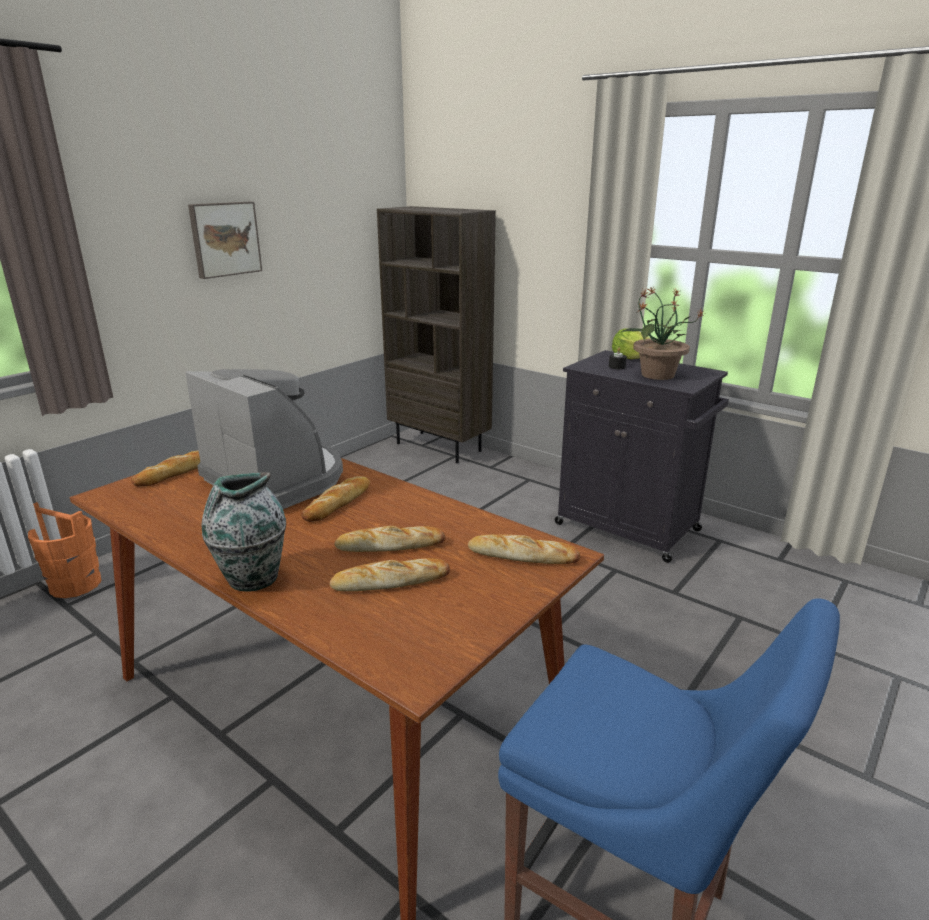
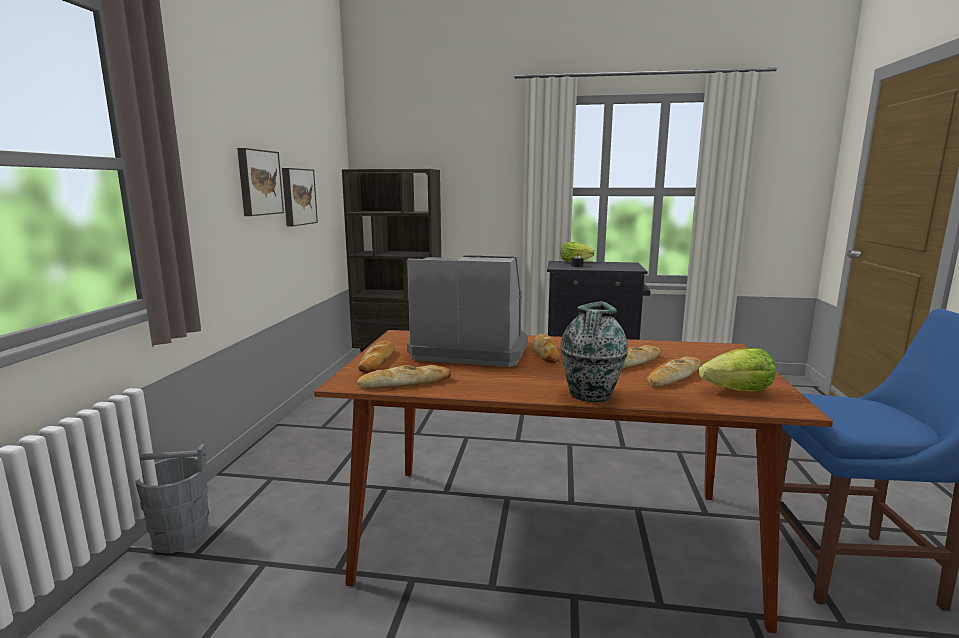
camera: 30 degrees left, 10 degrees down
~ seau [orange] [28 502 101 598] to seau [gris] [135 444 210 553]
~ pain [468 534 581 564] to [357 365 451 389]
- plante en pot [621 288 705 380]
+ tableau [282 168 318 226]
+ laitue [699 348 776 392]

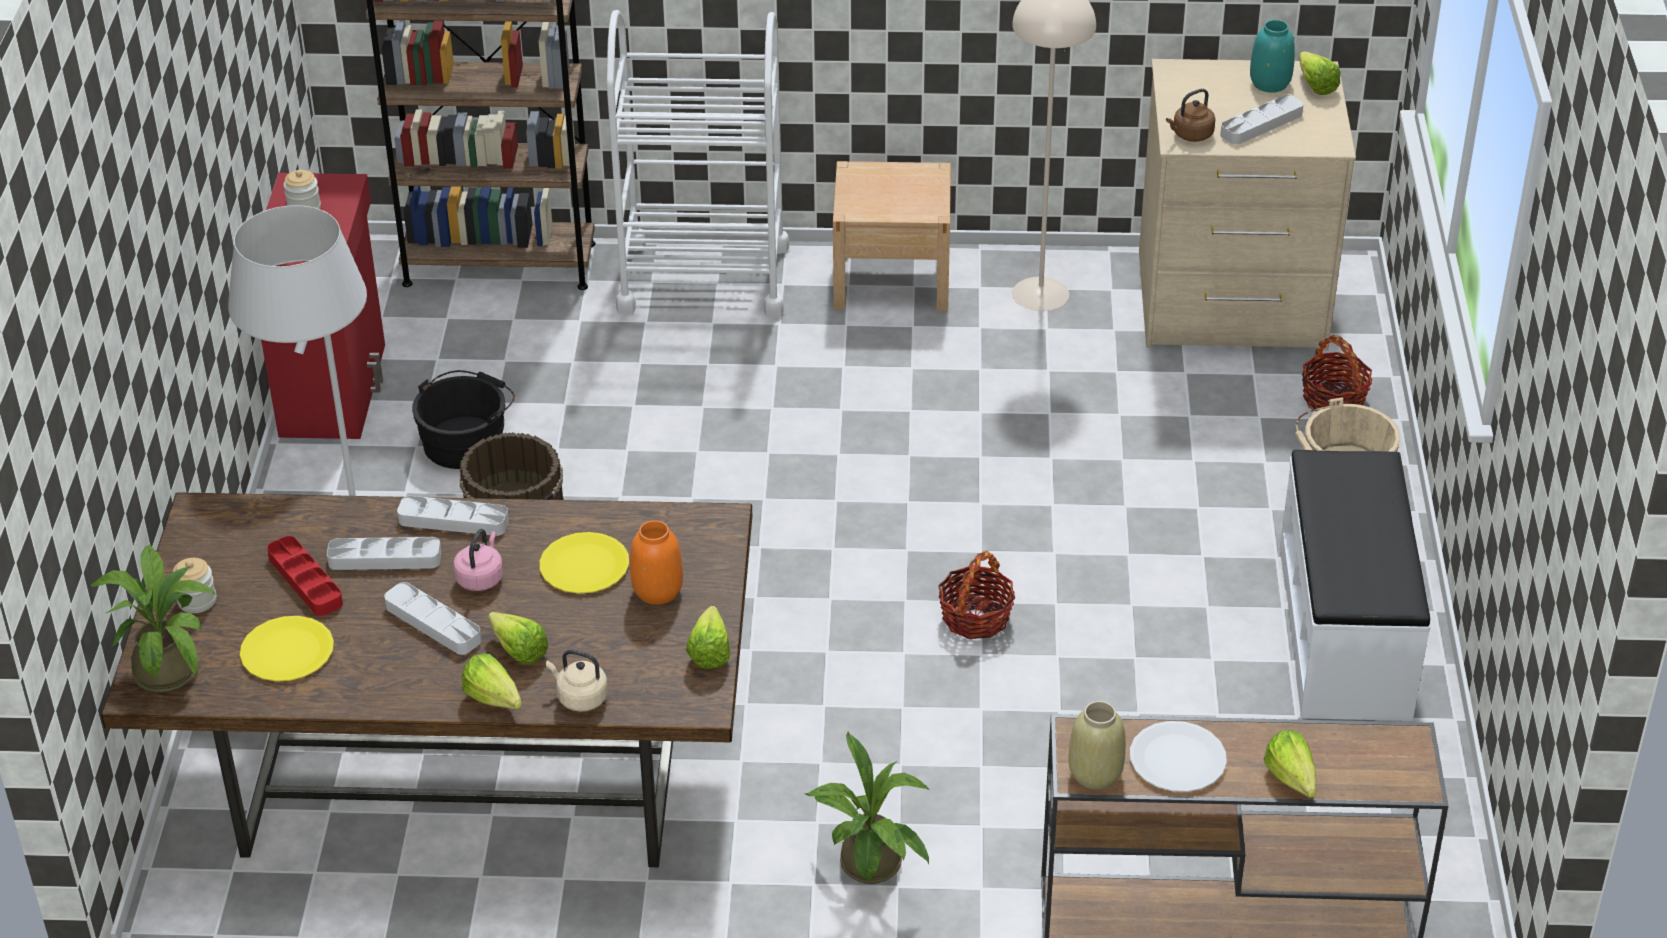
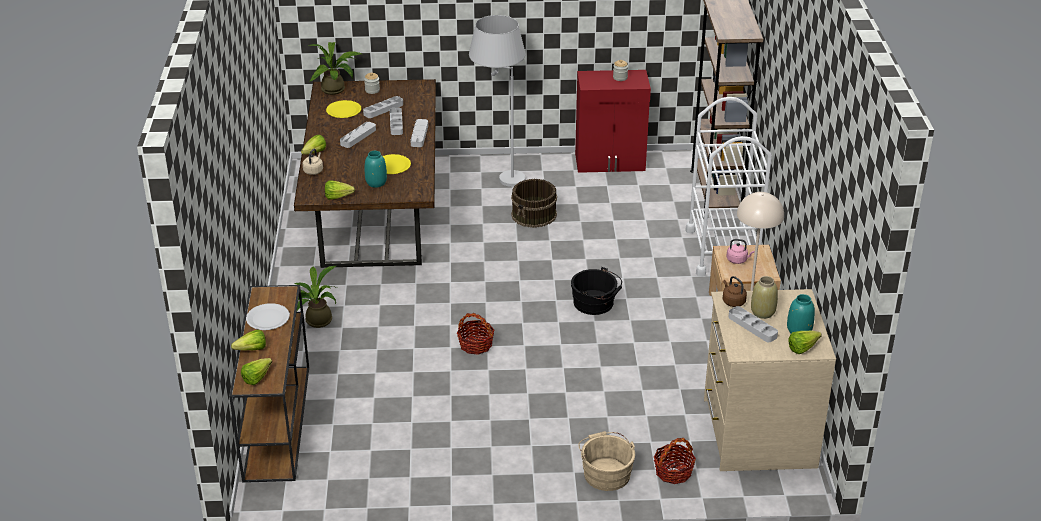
camera: 85 degrees right, 5 degrees down
~ plateau [rouge] [267 536 343 616] to plateau [gris] [363 96 403 118]
~ seau [noir] [412 370 515 469] to [571 267 622 315]
~ bouilloire [rose] [453 529 503 591] to [727 239 754 264]
~ laitue [488 612 548 664] to [241 358 272 385]
~ vase [orange] [630 520 683 605] to vase [turquoise] [365 151 387 188]
~ vase [beige] [1069 701 1126 789] to [751 276 778 319]
- banc [blanc] [1279 450 1430 721]

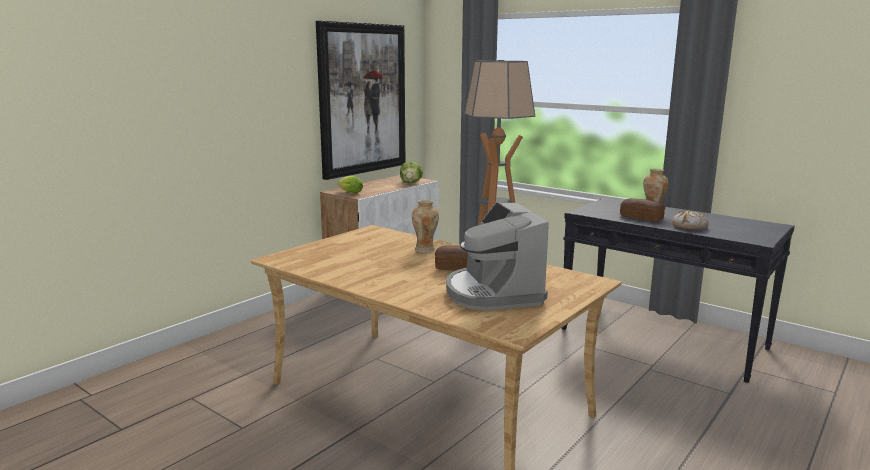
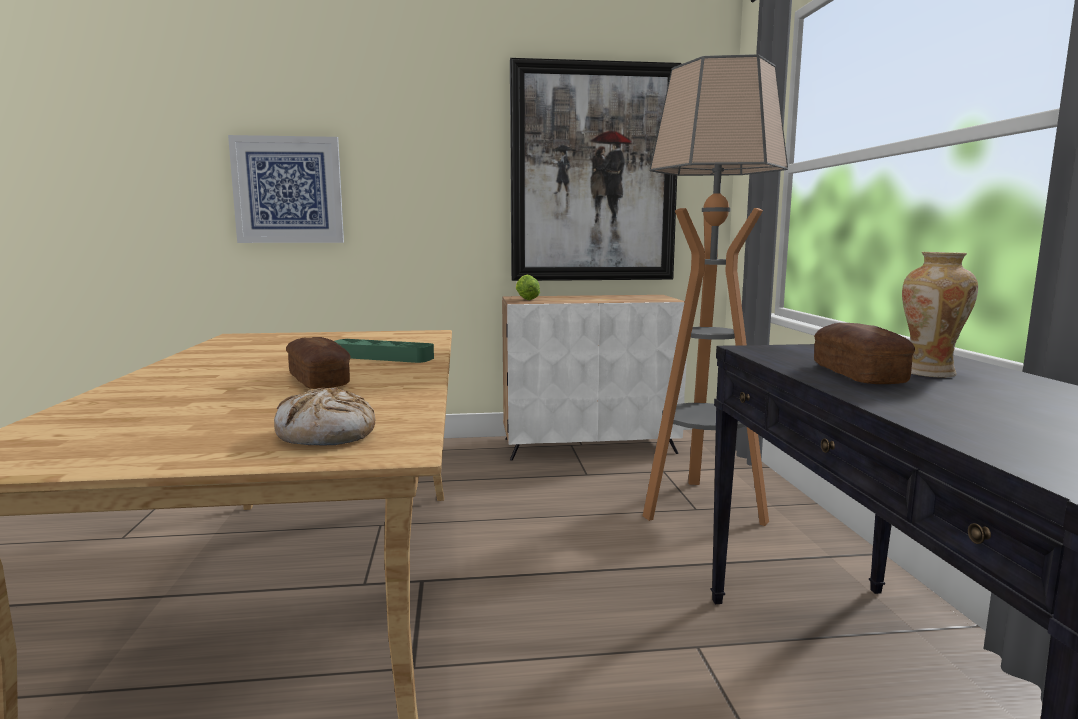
camera: 45 degrees right, 5 degrees down
- laitue [400 162 423 183]
~ vase [412 199 439 253] to plateau [vert] [334 339 434 363]
- machine à café [446 202 549 311]
~ pain [672 210 709 230] to [274 387 375 446]
+ tableau [228 135 344 243]

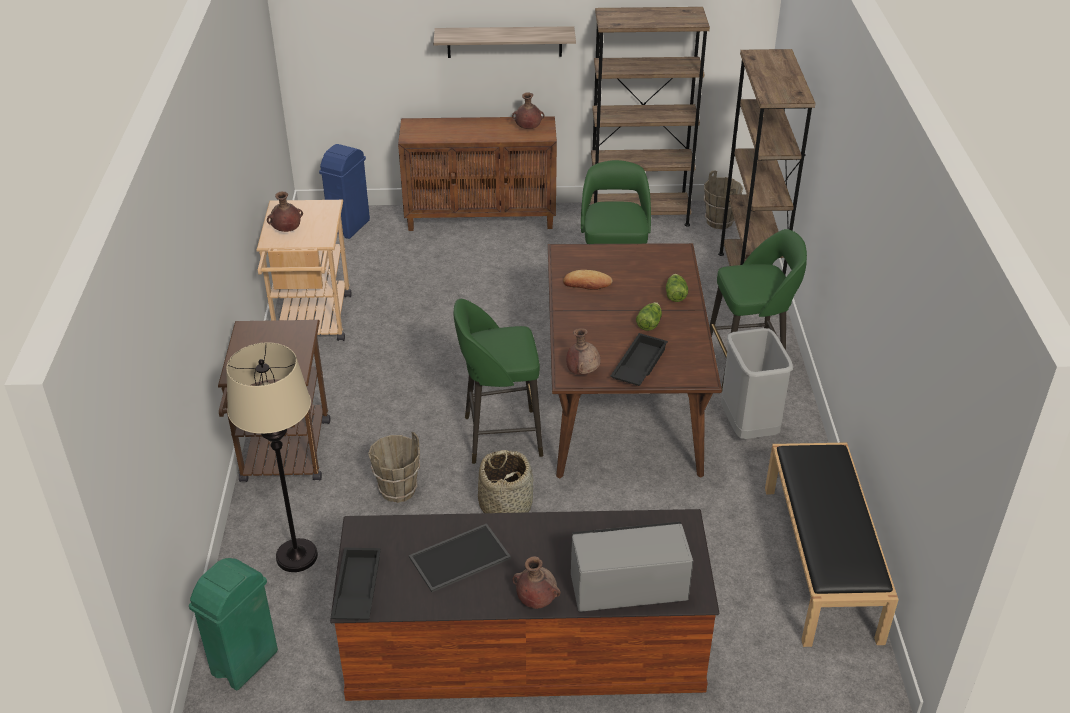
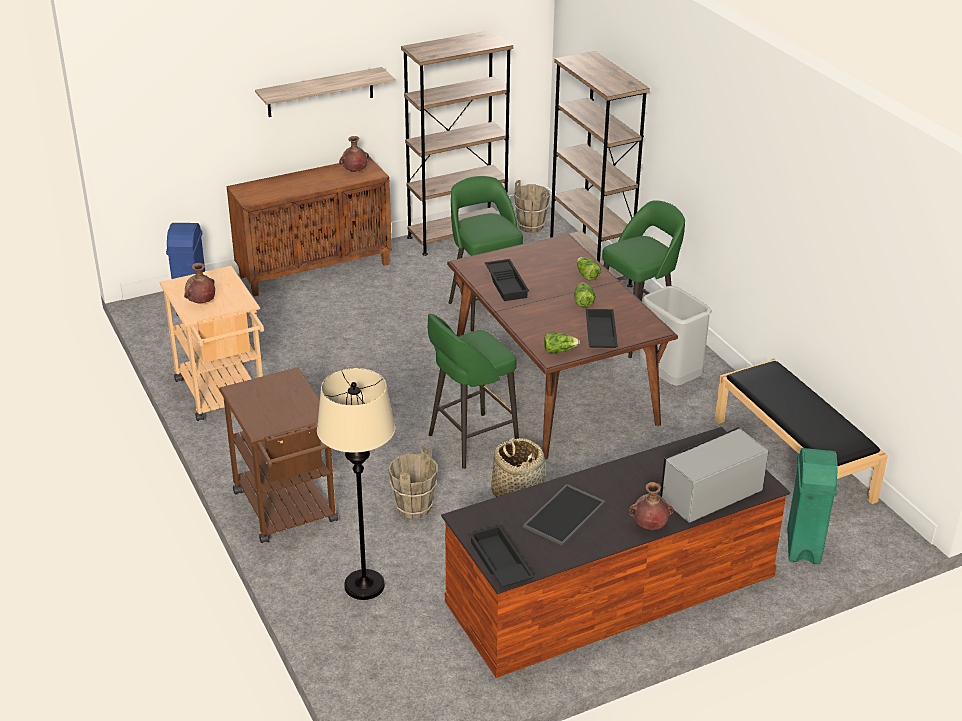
camera: 25 degrees left, 5 degrees down
~ poubelle [vert] [189 558 278 691] to [787 448 838 564]
~ pain [563 270 613 290] to plateau [noir] [485 259 529 301]
~ vase [marron] [566 328 601 375] to laitue [544 333 580 353]

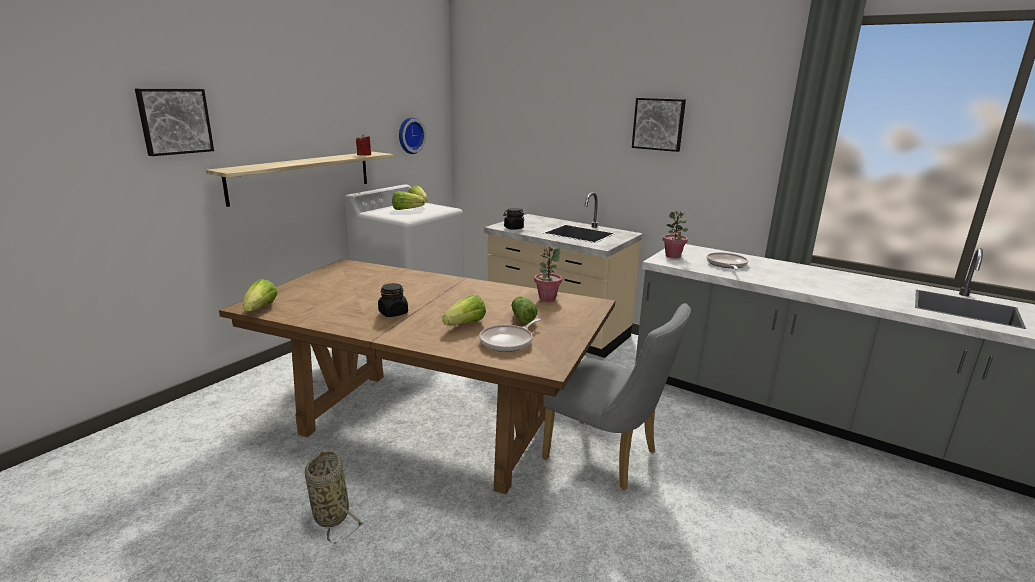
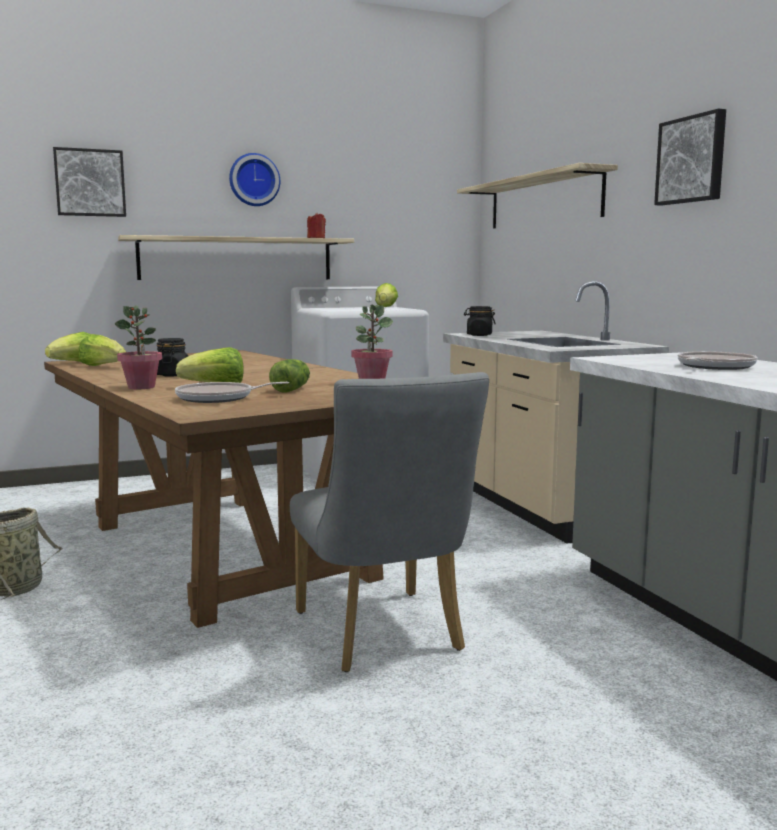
camera: 35 degrees right, 10 degrees down
~ laitue [392 191 425 210] to [79 334 126 366]
~ horloge murale [399 117 426 154] to [229 153 280 206]
~ plante en pot [663 211 688 258] to [115 305 162 389]
+ étagère [457 163 618 228]

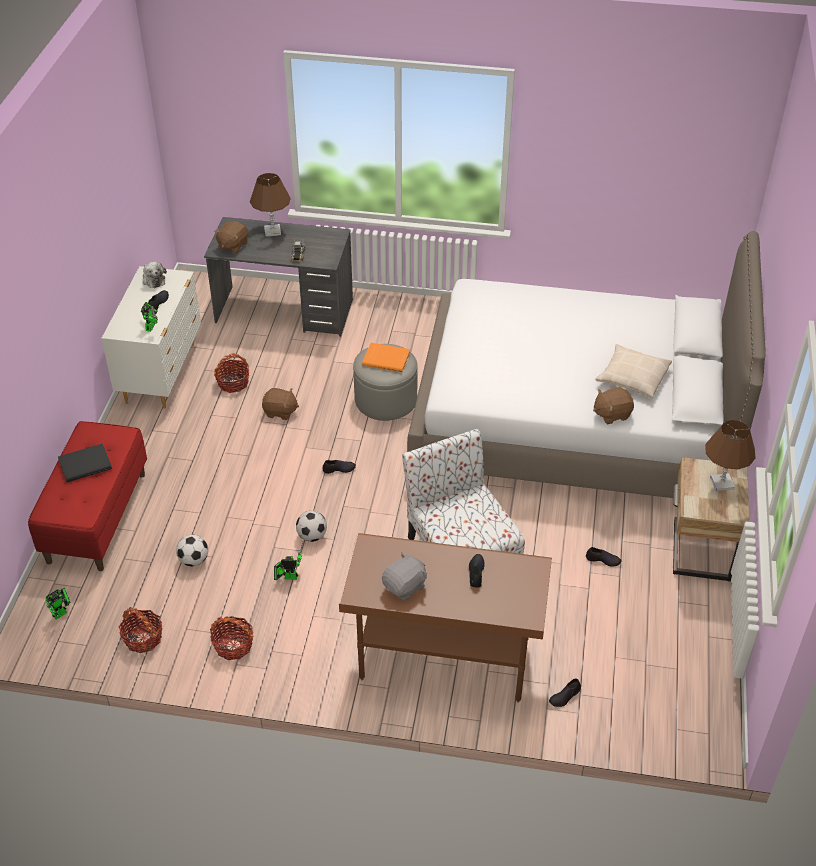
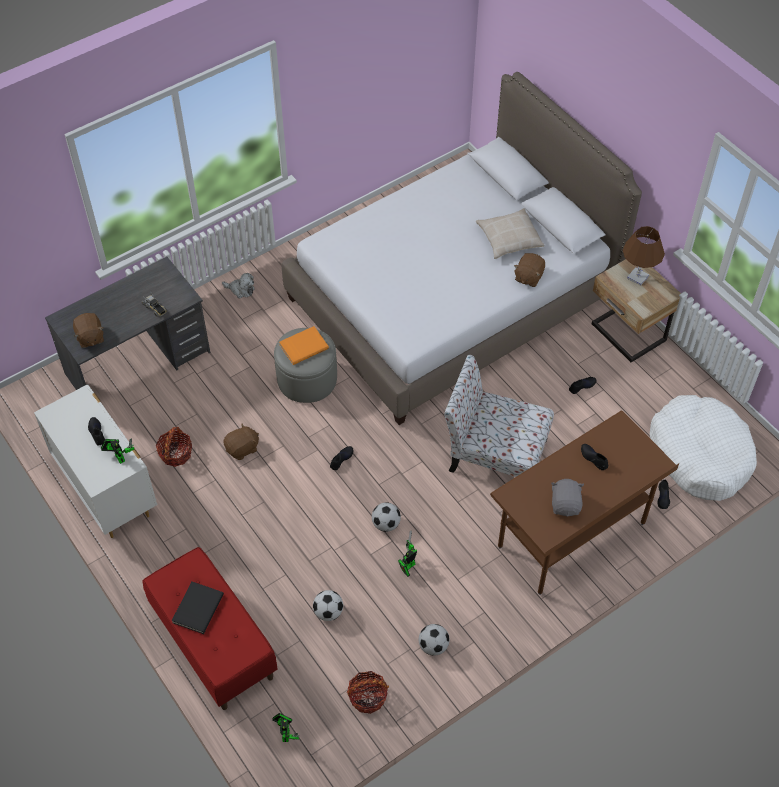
camera: 45 degrees left, 10 degrees up
~ peluche [143 261 167 288] to [222 273 255 298]
~ panier [210 616 253 660] to ballon de foot [419 624 450 656]
- lampe de table [marron] [250 173 291 237]
+ panier pour chien [blanc] [650 395 757 501]

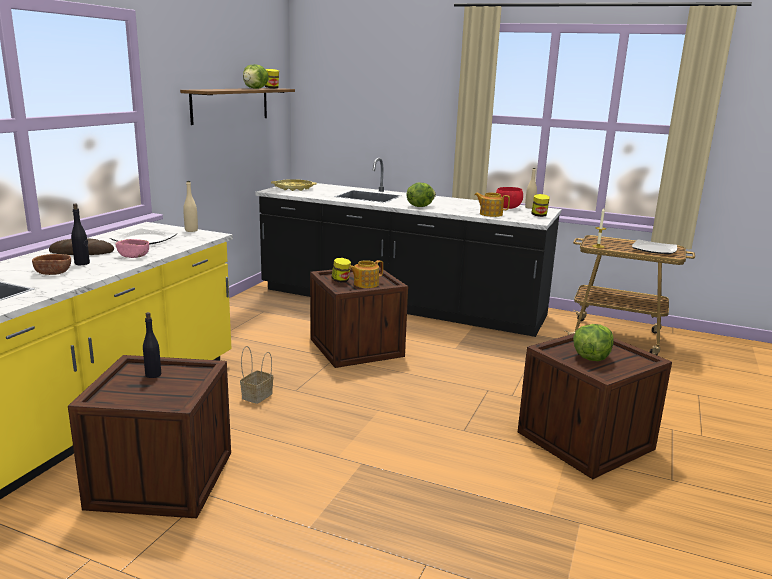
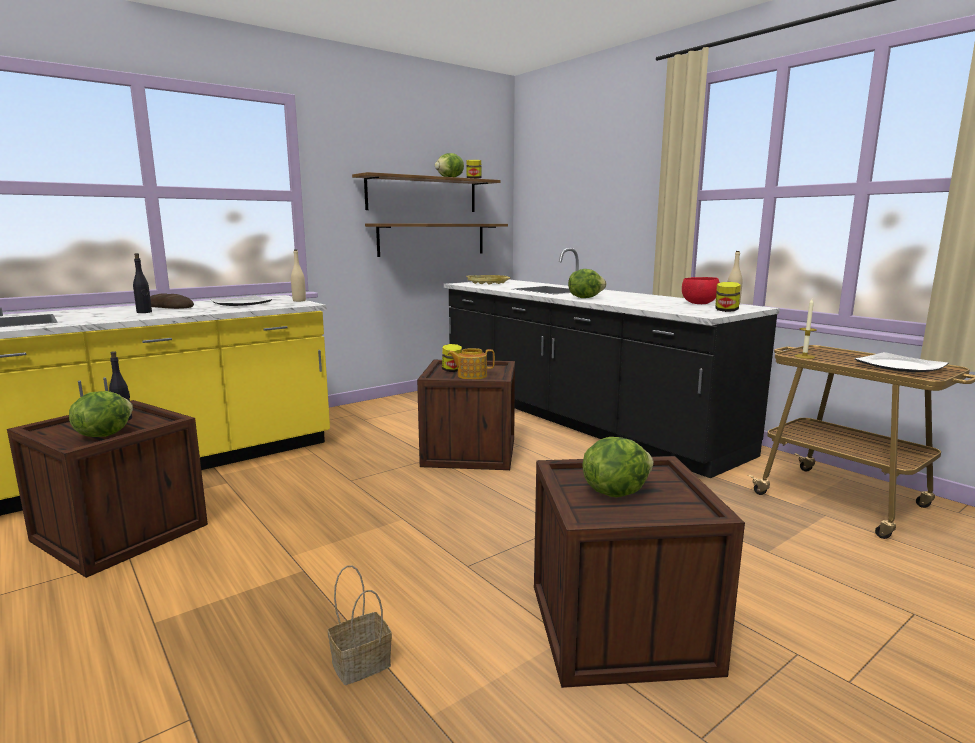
camera: 30 degrees right, 5 degrees down
- bol [marron] [32 254 71 275]
- bol [rose] [116 239 149 258]
~ panier [240 346 273 404] to [328 565 392 685]
- théière [474 193 510 217]
+ laitue [69 391 133 437]
+ étagère [365 223 508 257]

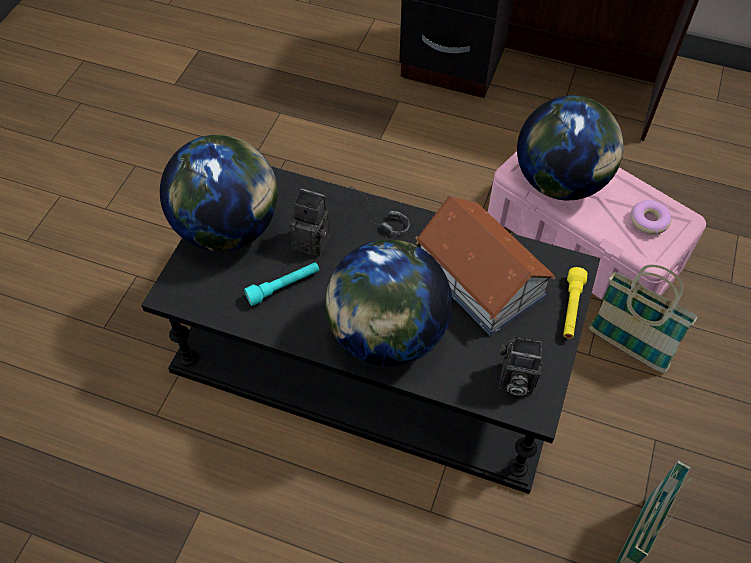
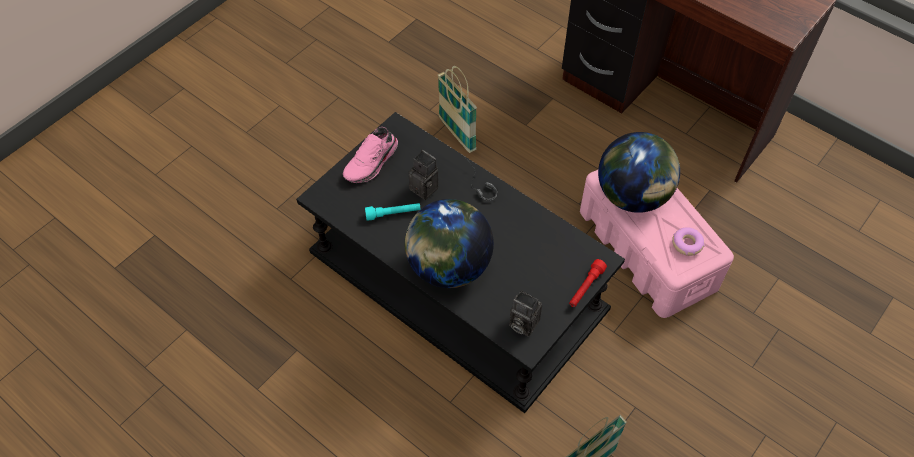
camera: 20 degrees right, 0 degrees up
~ globe [160 135 278 252] to chaussure [rose] [343 127 398 183]
- maison miniature [415 196 555 336]
~ lampe de poche [jaune] [563 267 587 339] to lampe de poche [rouge] [569 259 607 307]
~ panier [589 265 698 373] to [438 66 477 153]

